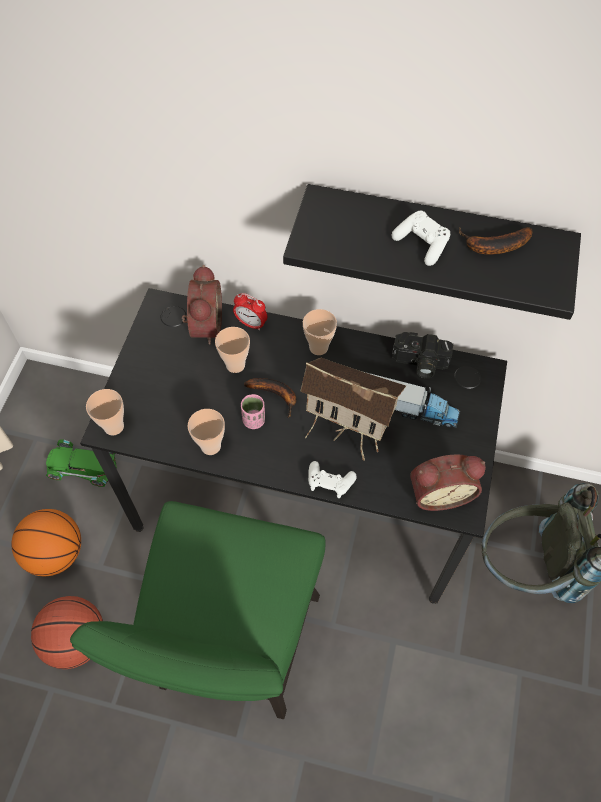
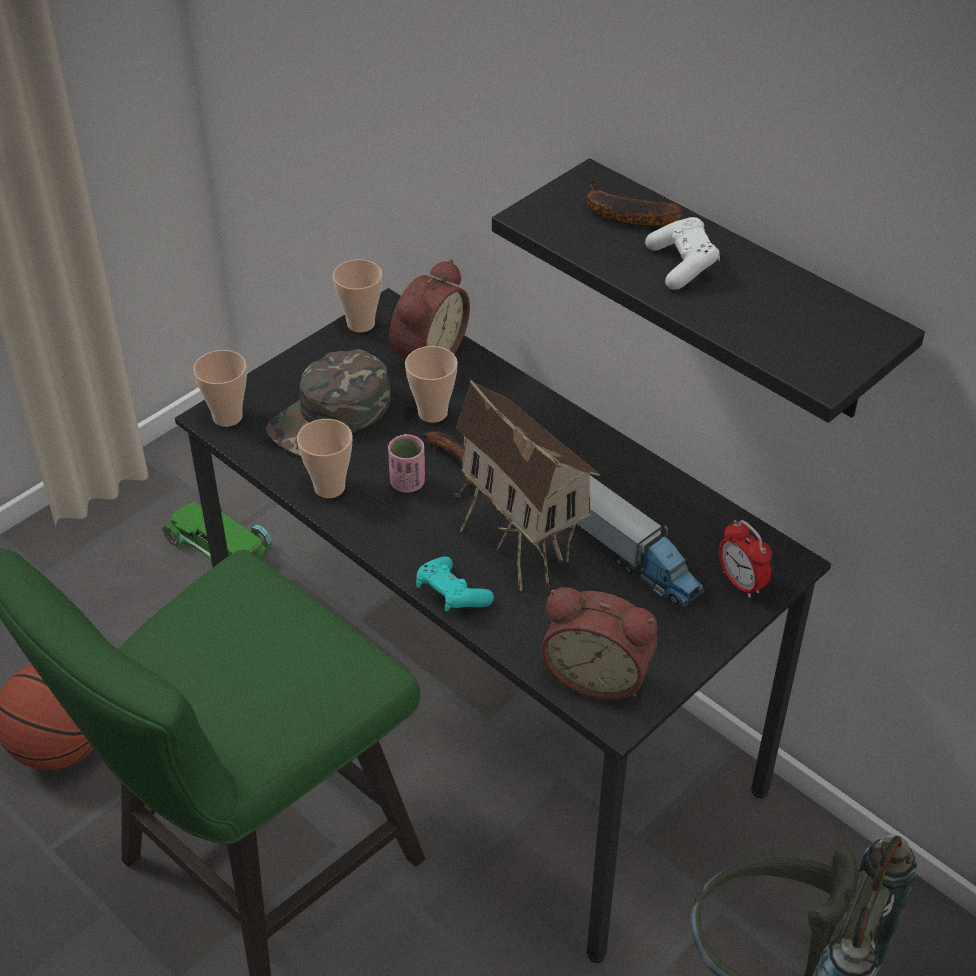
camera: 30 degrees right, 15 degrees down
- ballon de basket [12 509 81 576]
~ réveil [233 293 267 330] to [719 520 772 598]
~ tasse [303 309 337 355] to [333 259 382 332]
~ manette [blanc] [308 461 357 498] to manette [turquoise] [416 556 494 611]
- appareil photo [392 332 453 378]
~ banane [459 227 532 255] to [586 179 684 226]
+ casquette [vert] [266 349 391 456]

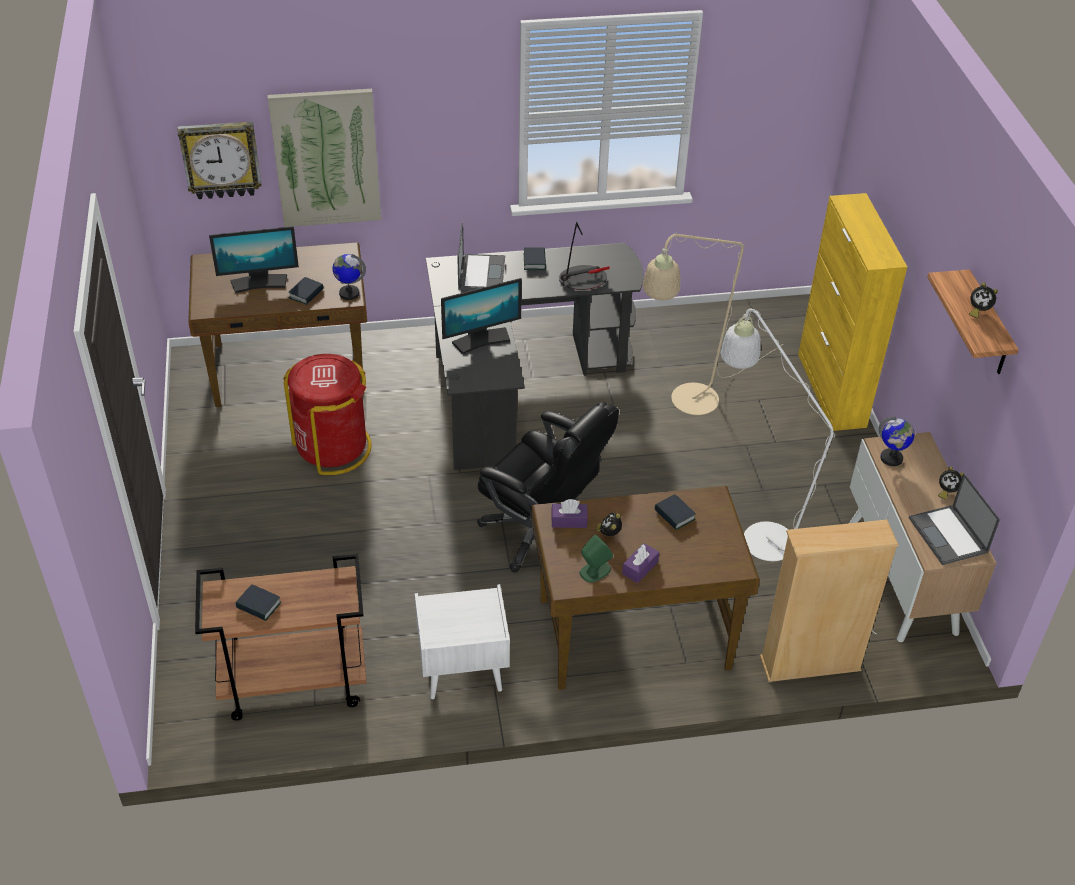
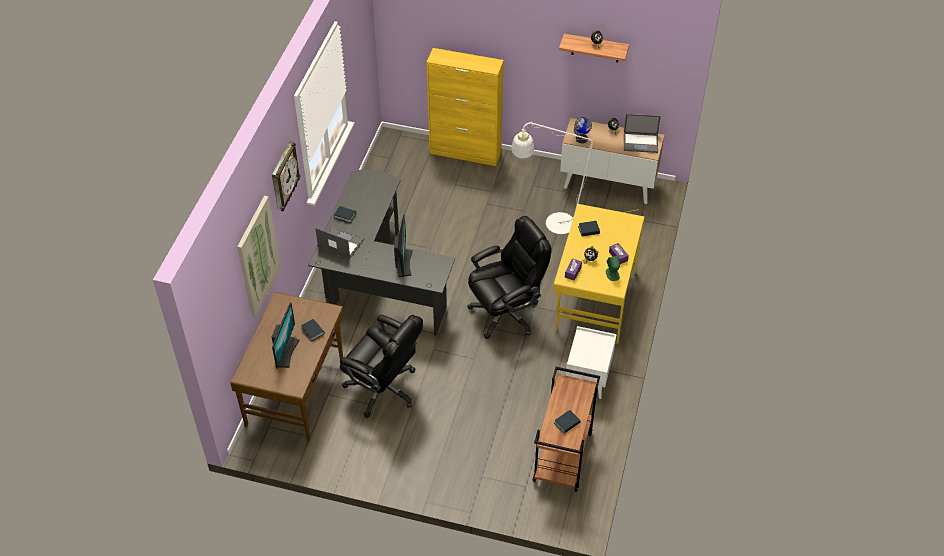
camera: 65 degrees left, 5 degrees up
~ horloge murale [177 121 262 199] to [272 141 301 211]
~ poubelle [rouge] [283 354 371 475] to chaise de bureau [noir] [340 315 423 418]
- globe [333 254 366 300]
~ bureau [marron] [531 486 760 690] to bureau [jaune] [553 204 645 344]
- lampe de table [559 222 610 290]
- lampadaire [beige] [643 232 783 415]
- bibliothèque [beige] [760 520 899 682]

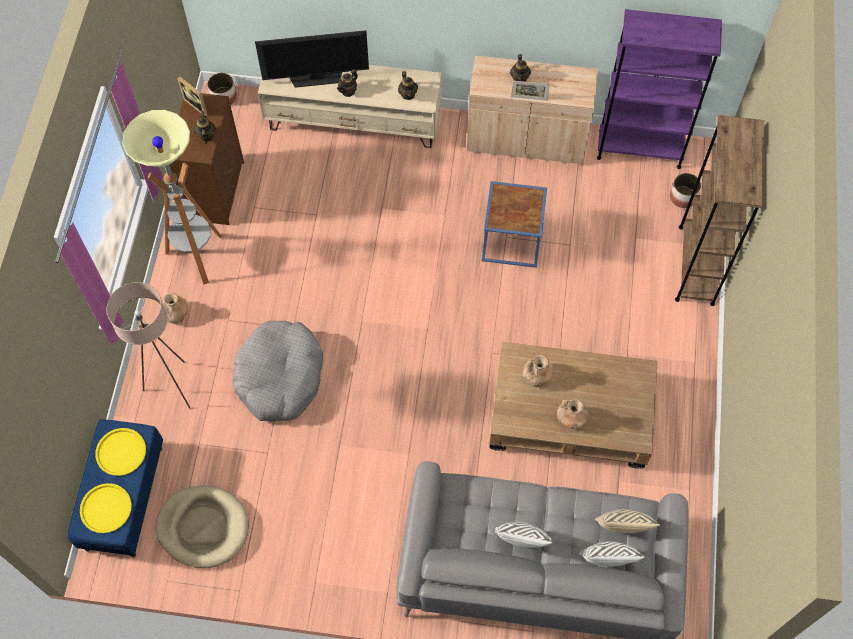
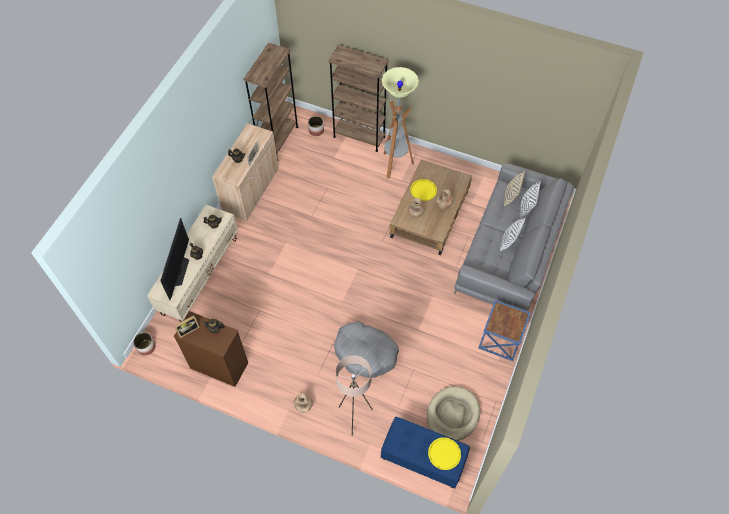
camera: 75 degrees left, 5 degrees down
~ plateau [jaune] [95 428 146 476] to [410 179 437 201]
~ lampadaire [122 110 222 284] to [382 67 419 179]
~ table d'appoint [bleu] [481 181 547 268] to [478 300 531 361]
~ bibliothèque [violet] [597 9 722 169] to bibliothèque [marron] [243 43 298 160]

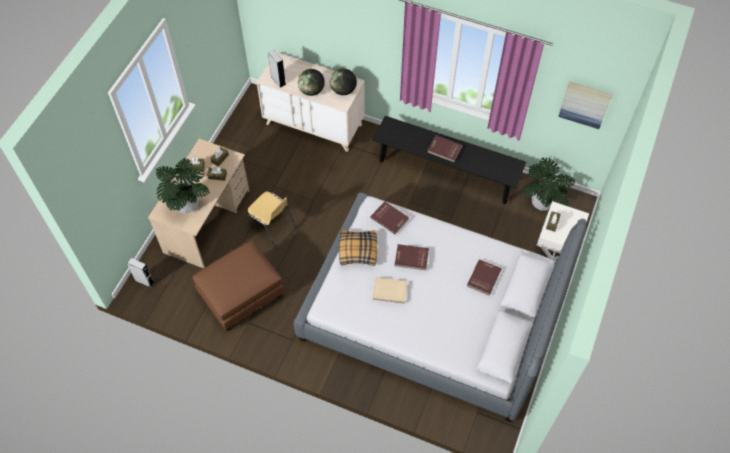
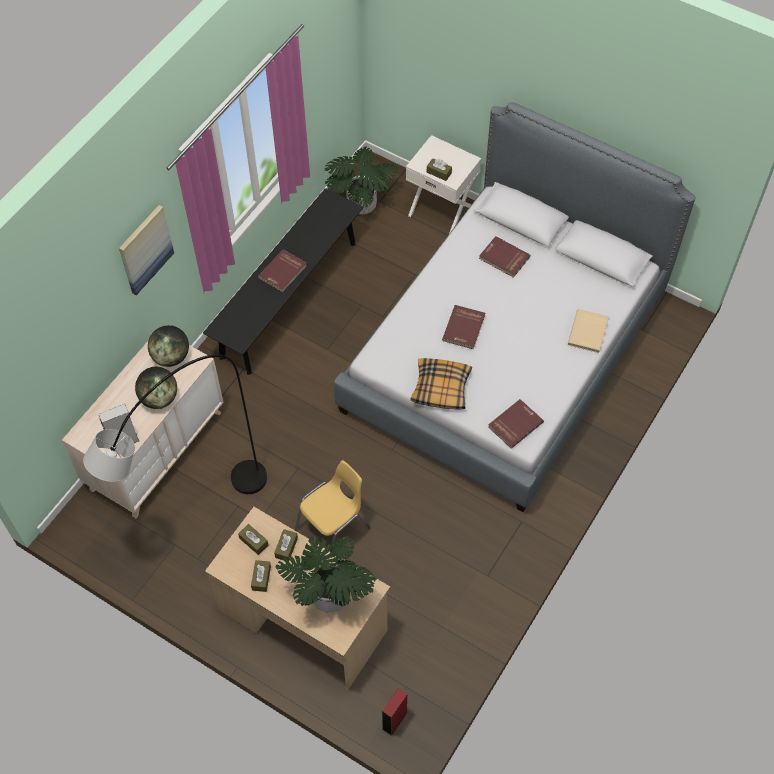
camera: 80 degrees left, 0 degrees up
~ enceinte [gris] [127 258 154 288] to enceinte [rouge] [382 688 407 736]
- pouf [marron] [193 241 284 331]
~ livre [rouge] [370 201 409 234] to [488 399 544 449]
~ livre [beige] [372 277 407 304] to [568 309 609 353]
~ tableau [558 82 612 129] to [119 205 174 295]
+ lampadaire [gris] [83 355 267 494]

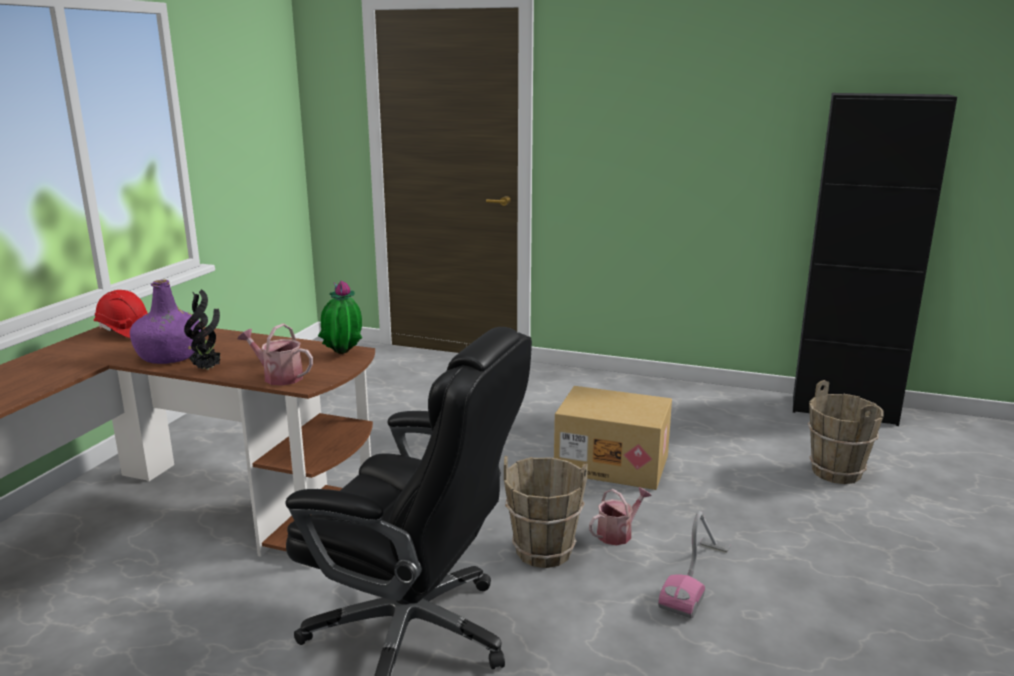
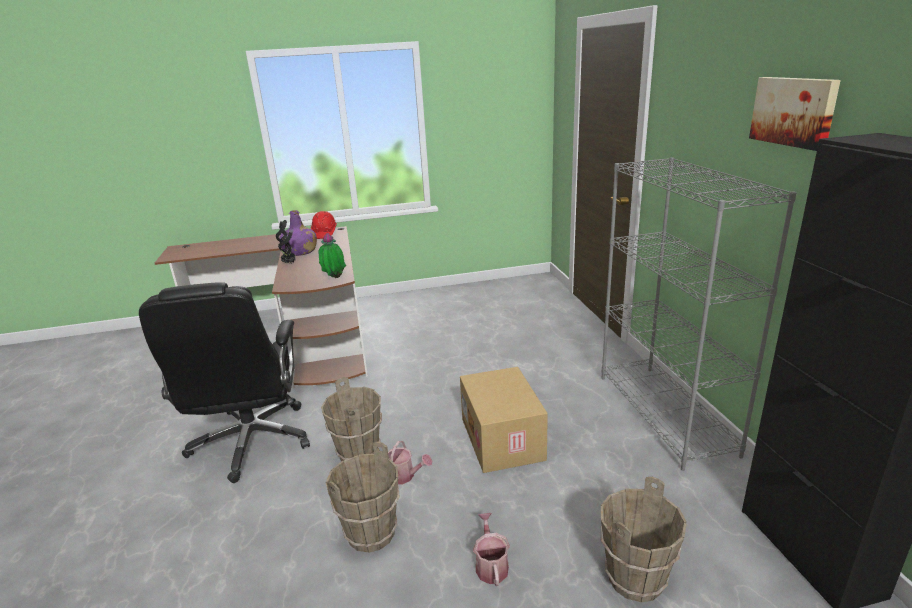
camera: 60 degrees right, 5 degrees up
~ arrosoir [238 323 313 386] to [473 513 510 586]
~ aspirateur [658 511 730 619] to seau [marron] [326 441 400 553]
+ bibliothèque [gris] [602 157 797 471]
+ tableau [749 77 841 151]

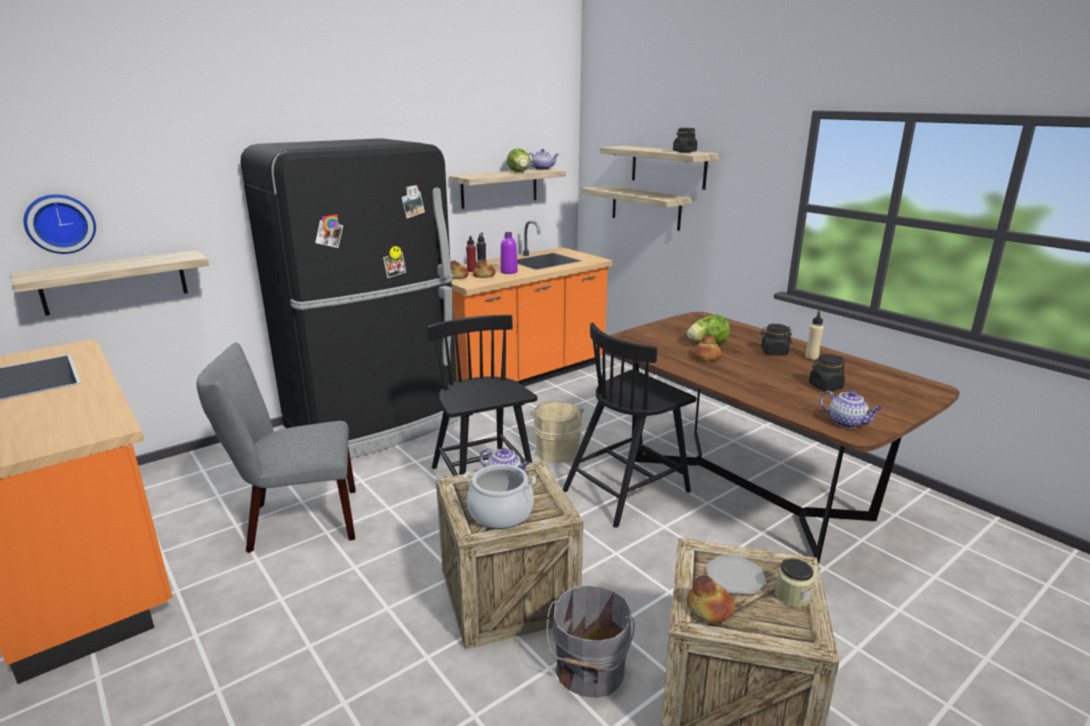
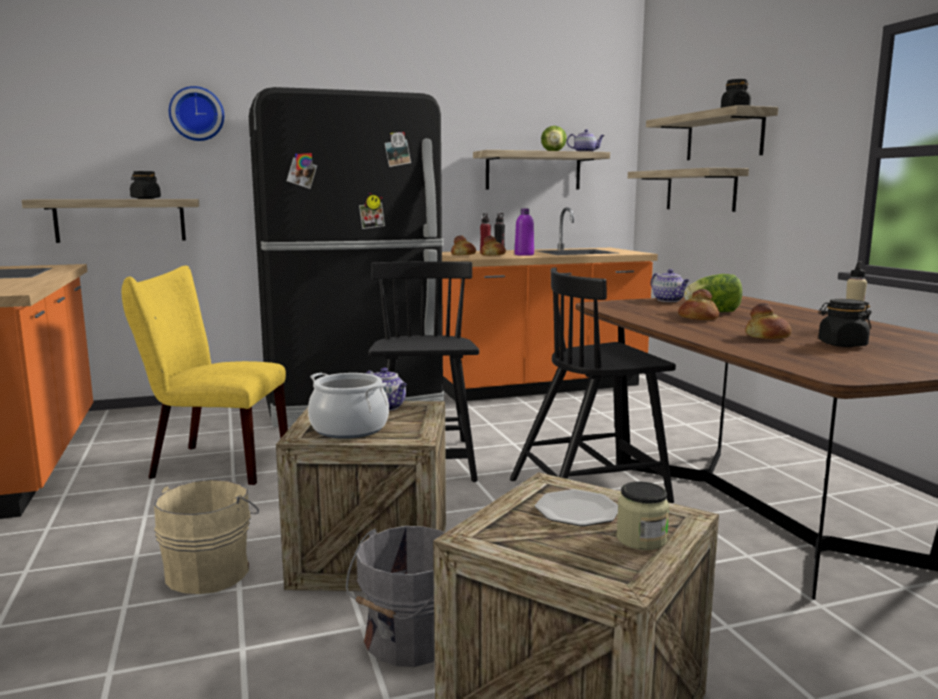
camera: 20 degrees right, 10 degrees down
~ horloge murale [23 194 96 254] to [169 86 224 141]
~ chaise [gris] [197 342 356 553] to chaise [jaune] [122 265 288 485]
~ seau [beige] [531 402 584 463] to [154 480 259 594]
~ pain [687 575 735 623] to [745 303 791 339]
~ bocal [noir] [760 324 792 356] to [130 171 161 199]
~ théière [820 391 882 428] to [651 269 690 302]

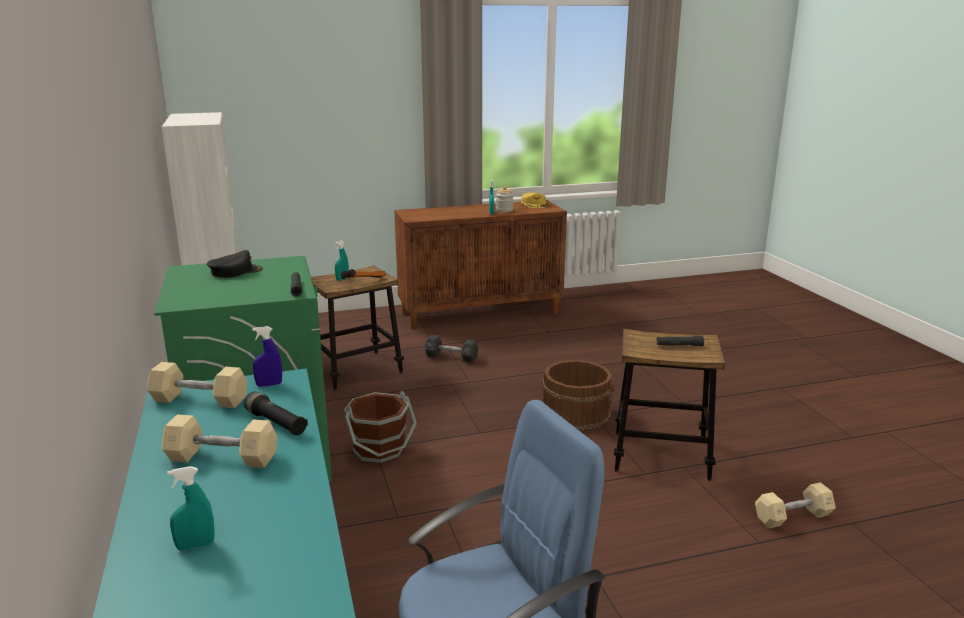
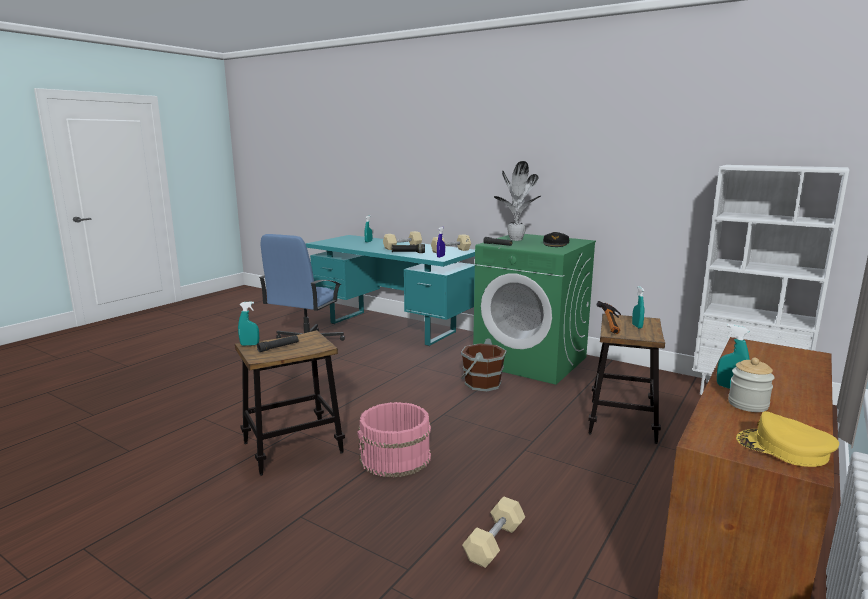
camera: 140 degrees right, 5 degrees down
- haltère [noir] [424 335 478 363]
~ seau [marron] [542 360 614 430] to seau [rose] [357 402 431 478]
~ haltère [beige] [755 482 836 528] to [462 496 525 568]
+ vaporisateur [turquoise] [238 302 259 346]
+ plante en pot [494 161 541 241]

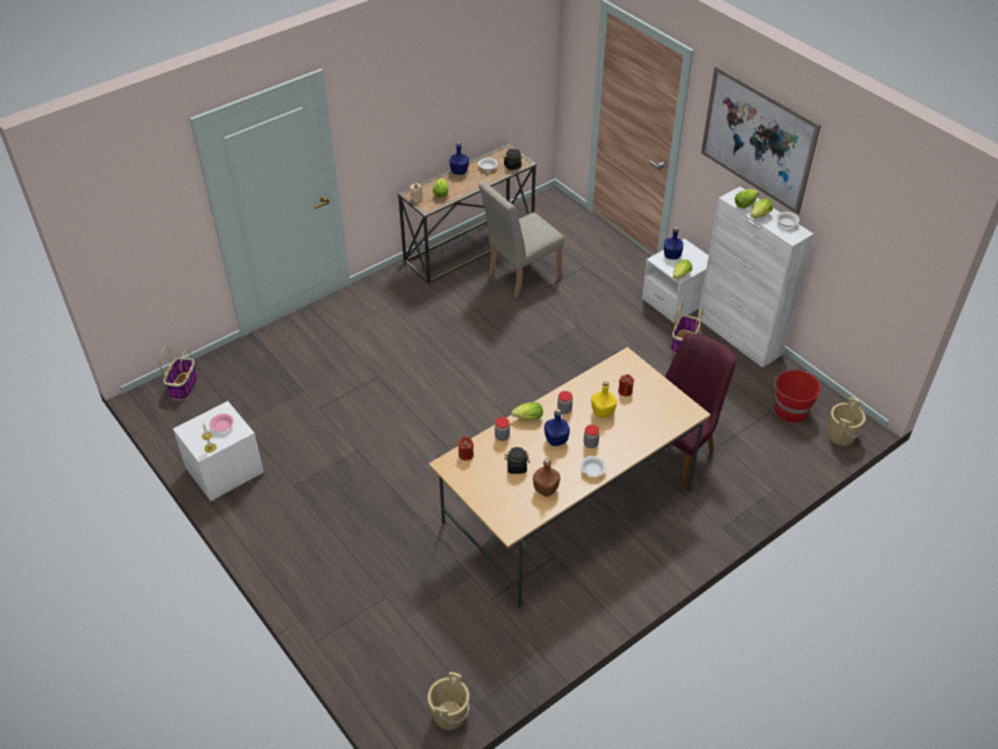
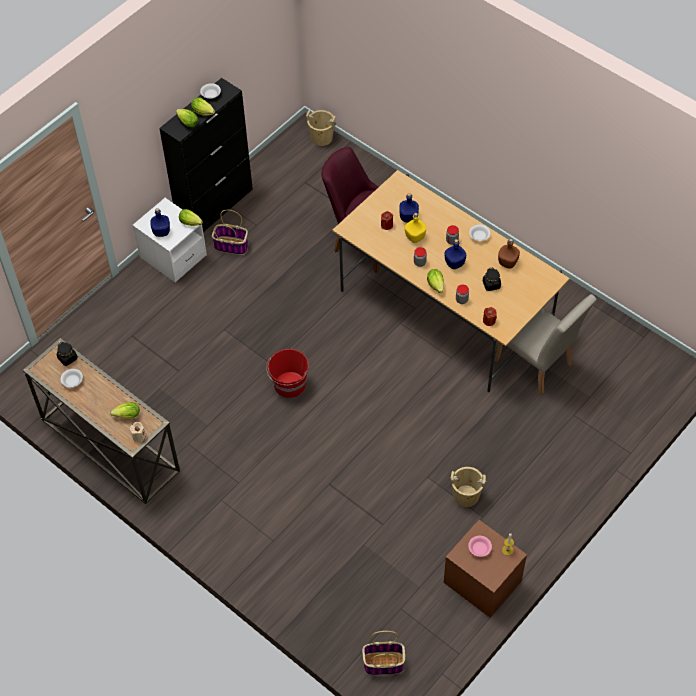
camera: 100 degrees left, 10 degrees up
~ table de chevet [blanc] [173 401 264 501] to table de chevet [marron] [444 520 527 617]
~ seau [beige] [428 672 469 730] to [450 467 487 507]
~ bouteille [bleu] [449 142 469 175] to [399 193 419 222]
~ chaise [beige] [478 181 564 298] to [494 294 597 395]
~ meuble de rangement [blanc] [698 187 814 368] to meuble de rangement [noir] [159 78 253 232]
- tableau [701 66 821 214]
~ seau [rouge] [774 369 821 423] to [266 349 309 398]

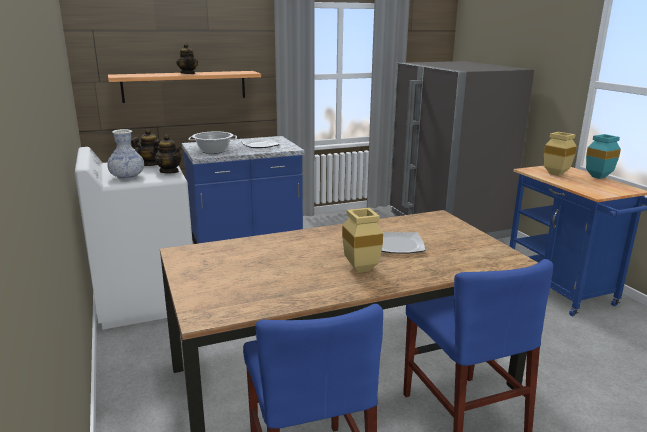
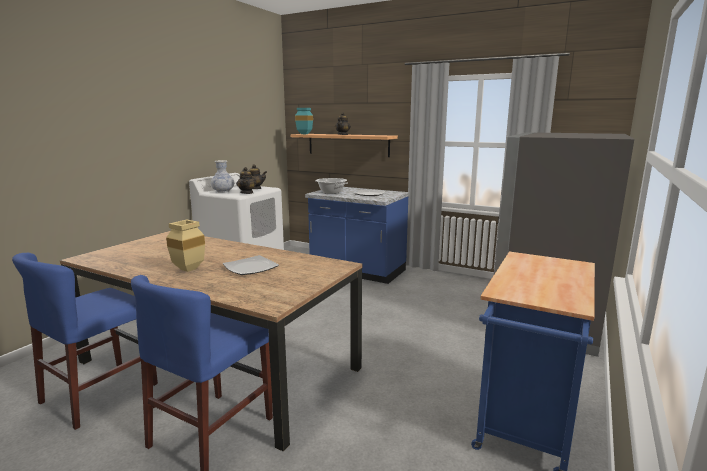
camera: 50 degrees right, 5 degrees down
- vase [beige] [544 132 577 176]
~ vase [turquoise] [586 134 621 179] to [295 108 313 134]

